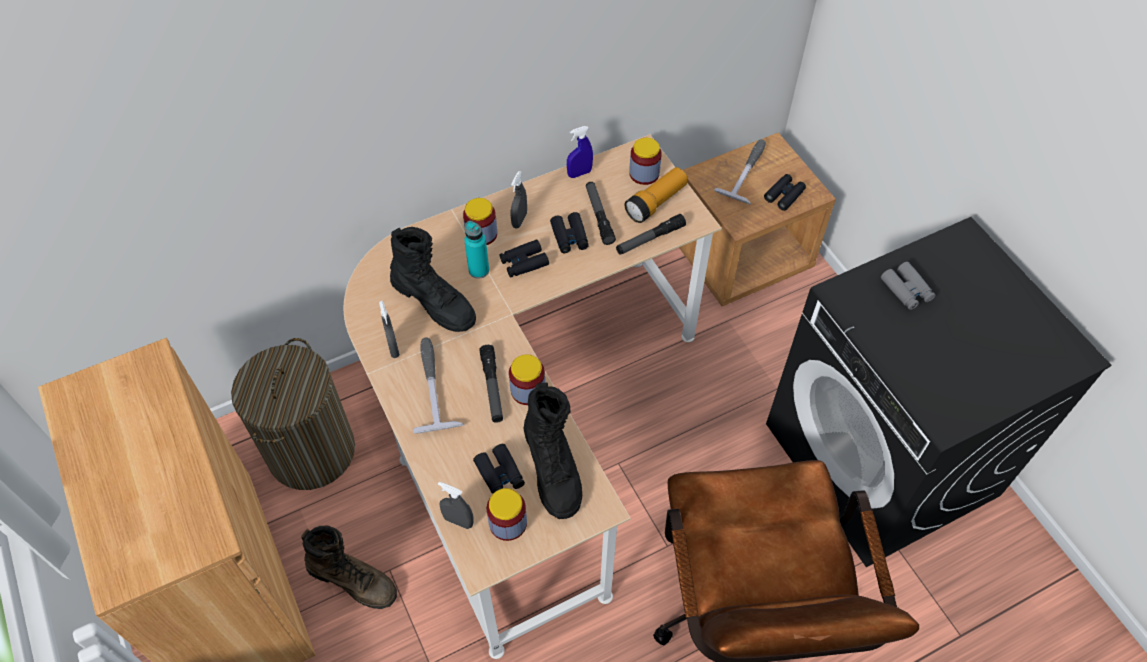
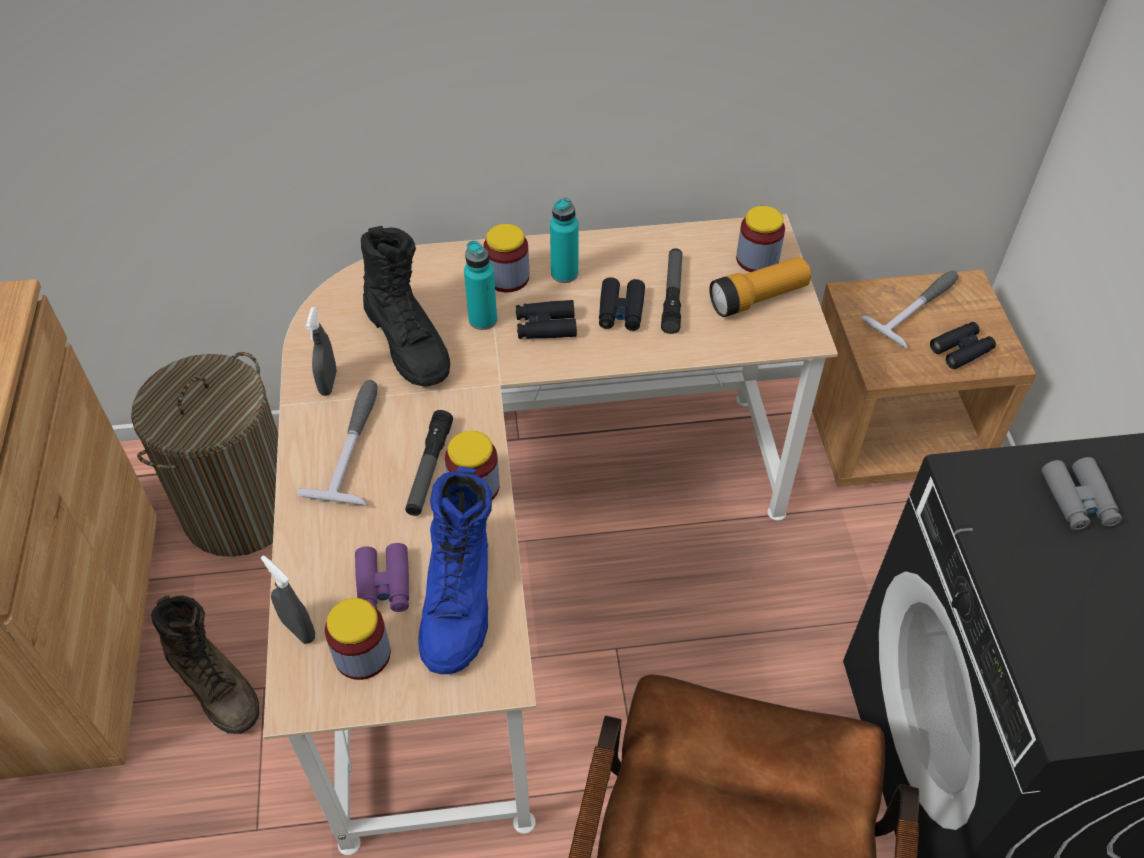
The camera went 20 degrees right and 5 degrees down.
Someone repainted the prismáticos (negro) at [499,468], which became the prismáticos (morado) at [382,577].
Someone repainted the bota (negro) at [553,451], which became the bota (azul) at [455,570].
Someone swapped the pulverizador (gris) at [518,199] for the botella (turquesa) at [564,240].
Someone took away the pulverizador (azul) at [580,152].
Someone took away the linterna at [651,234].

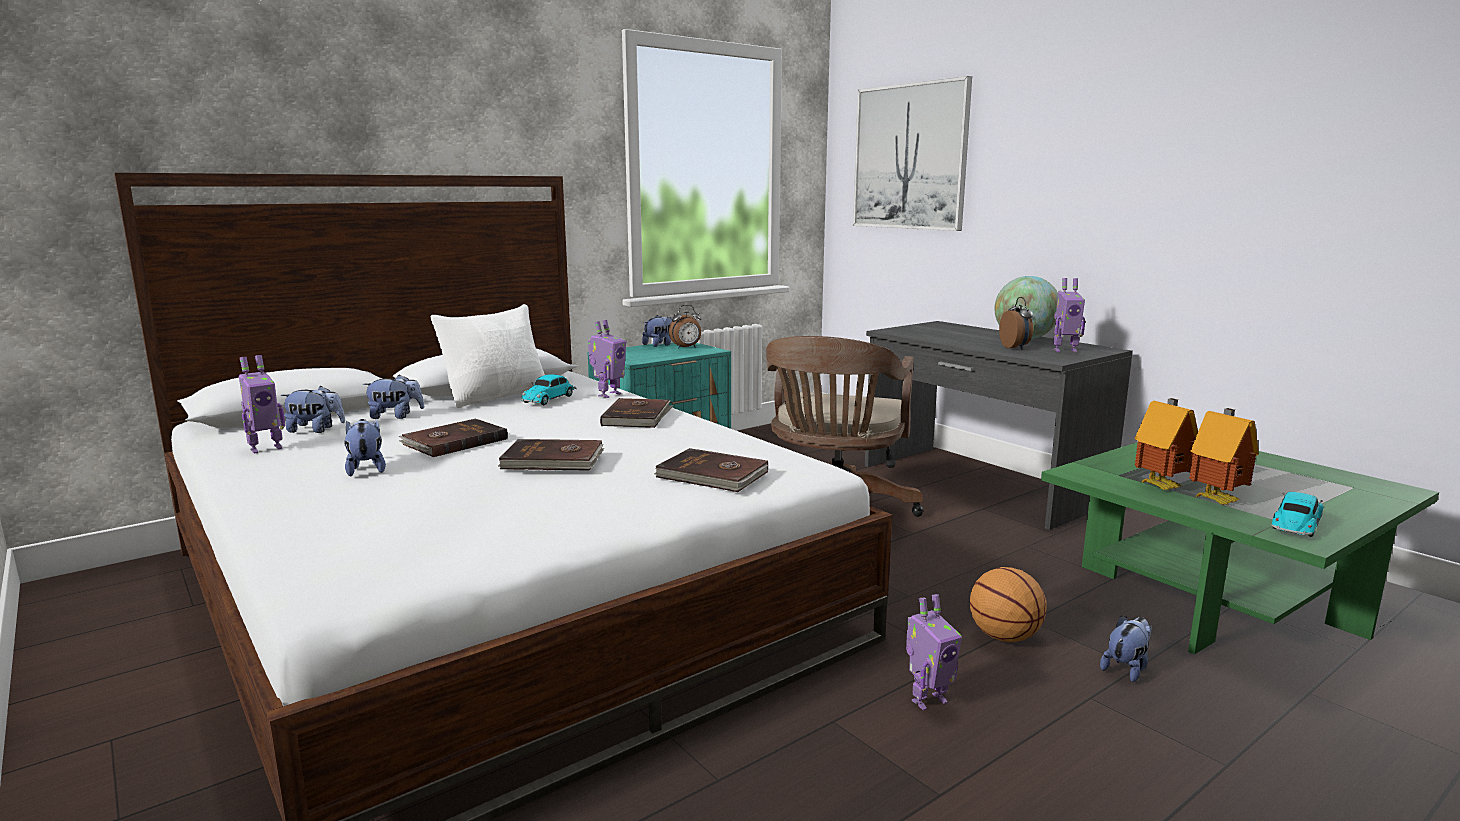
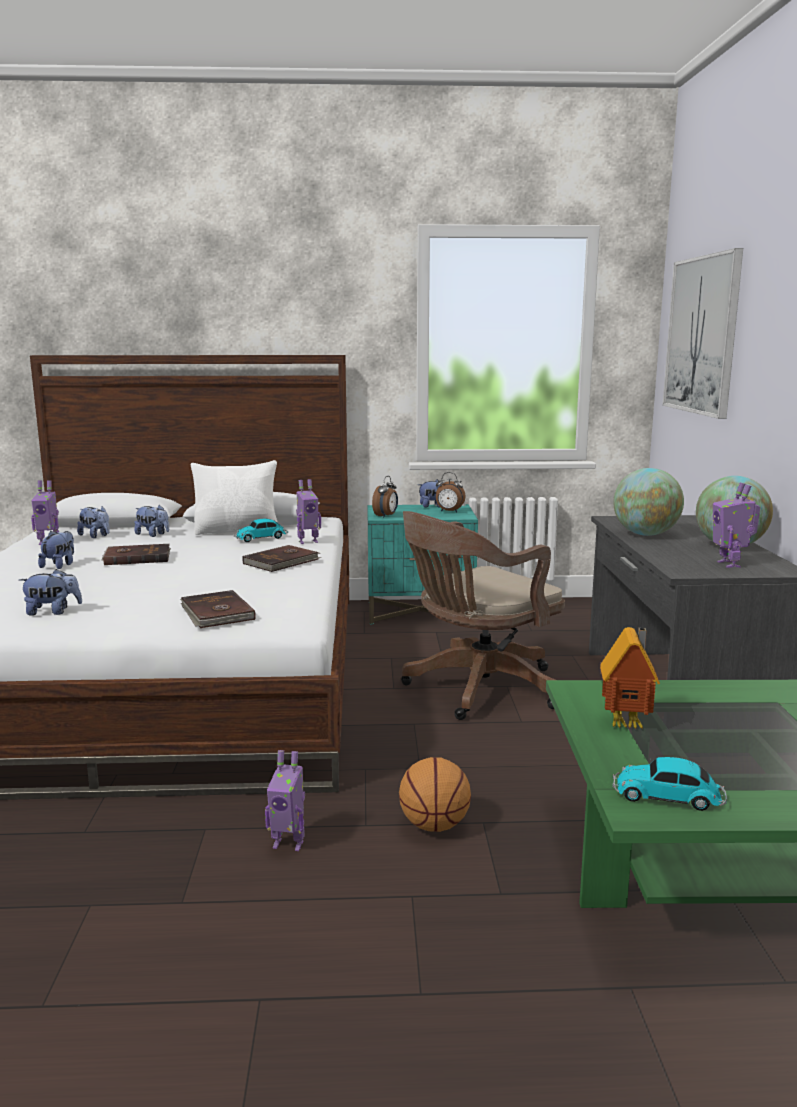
The camera went 35 degrees right and 0 degrees up.
Someone carried the peluche from [1126,649] to [50,592].
Someone carried the despertador from [1016,323] to [385,497].
Someone rotated the coche de juguete at [1297,514] by 150 degrees counterclockwise.
Someone put down the globo terráqueo at [648,502].
Someone rotated the robot de juguete at [1069,315] by 45 degrees clockwise.
Someone took away the libro (marrón) at [551,455].
Someone took away the casita at [1224,456].

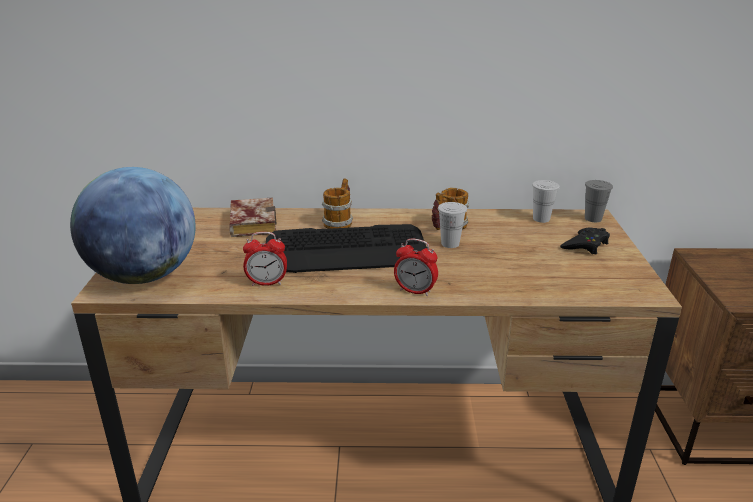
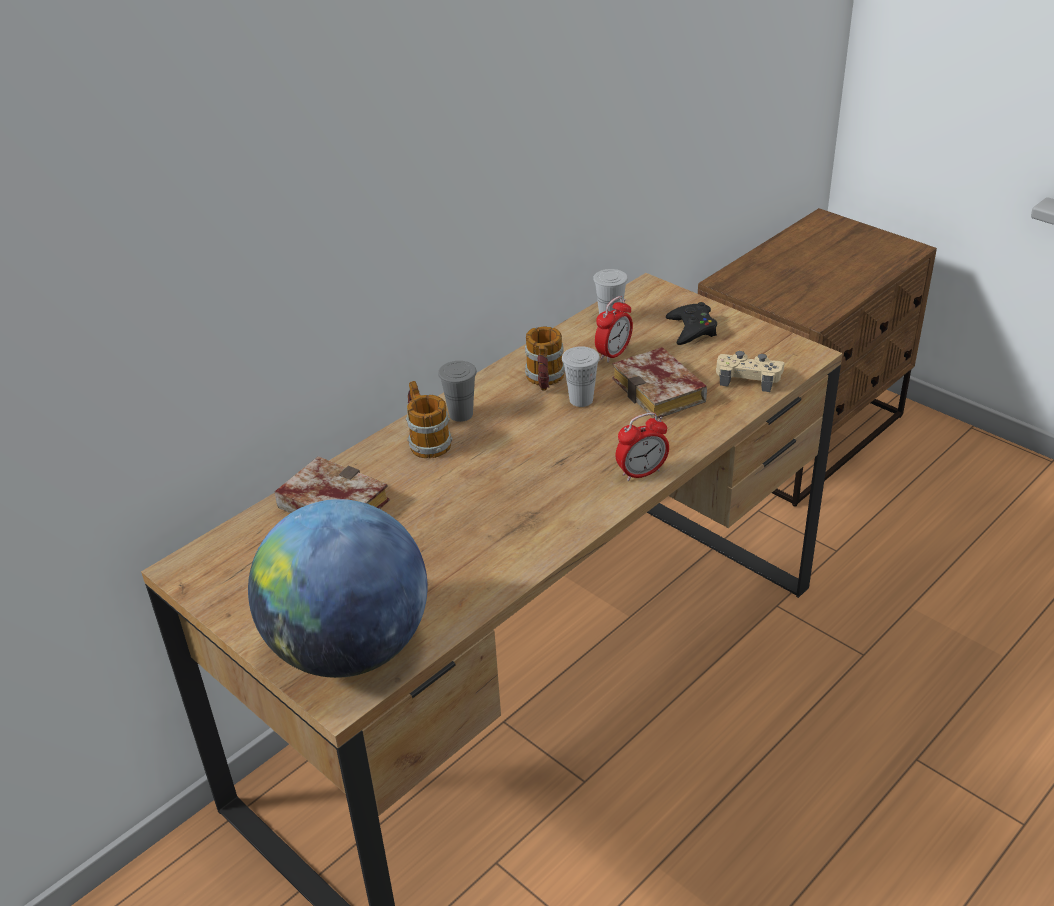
The camera went 45 degrees left and 10 degrees up.
Someone carried the taza (gris) from [599,201] to [457,391].
Someone carried the despertador from [265,259] to [614,329].
Someone put down the libro at [659,383].
Someone put down the mando de consola (beis) at [750,371].
Someone took away the teclado at [347,248].

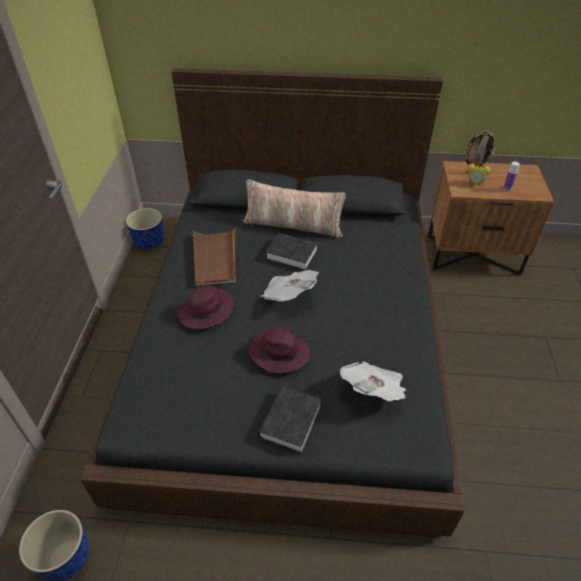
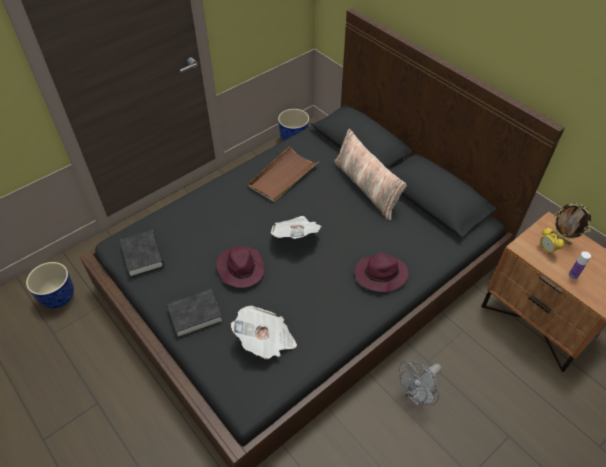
The camera went 45 degrees right and 5 degrees up.
Someone carried the libro (negro) from [292,251] to [142,253].
Someone carried the sombrero (morado) from [206,307] to [381,272].
Someone put down the ventilador (gris) at [420,383].

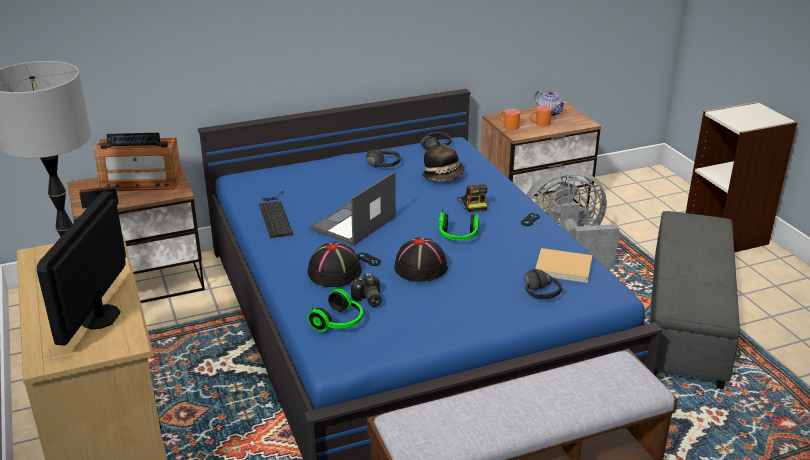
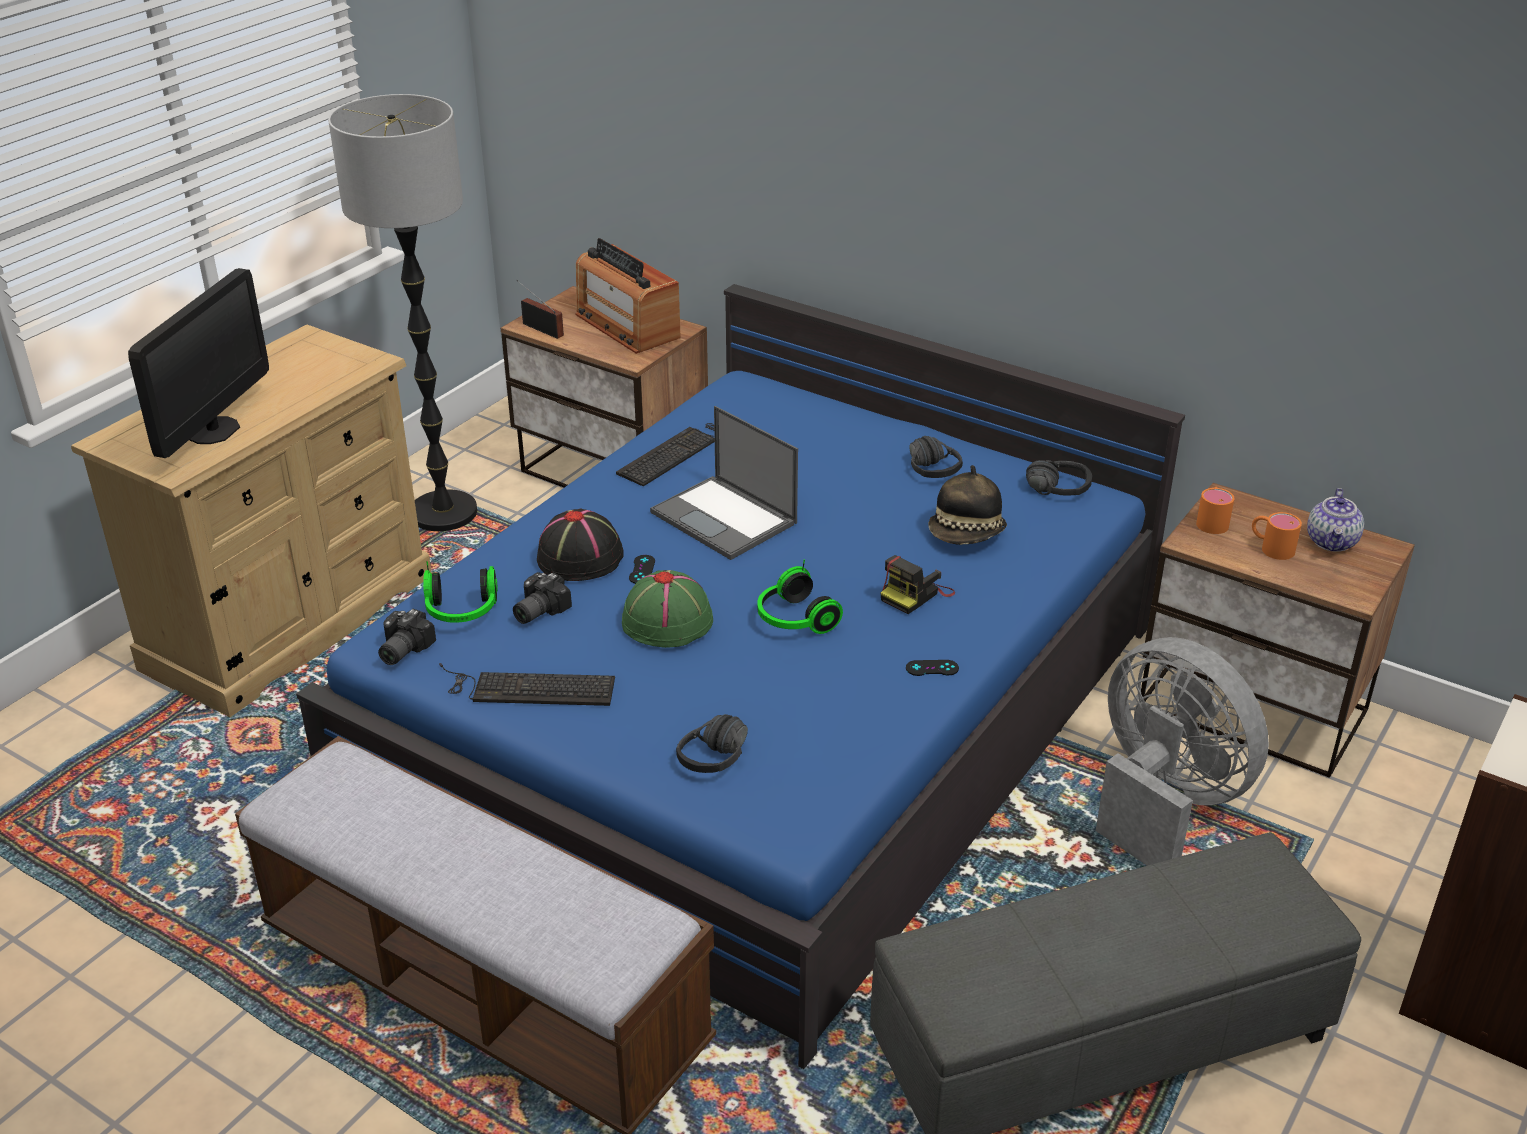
The camera went 55 degrees right and 5 degrees up.
Someone rotated the monitor at [81,268] by 135 degrees clockwise.
Someone put down the cámara at [407,637].
Someone put down the teclado at [527,684].
Someone repainted the sombrero (negro) at [421,259], which became the sombrero (verde) at [667,609].
Someone rotated the portátil at [353,208] by 135 degrees counterclockwise.
Someone took away the libro (beis) at [563,265].

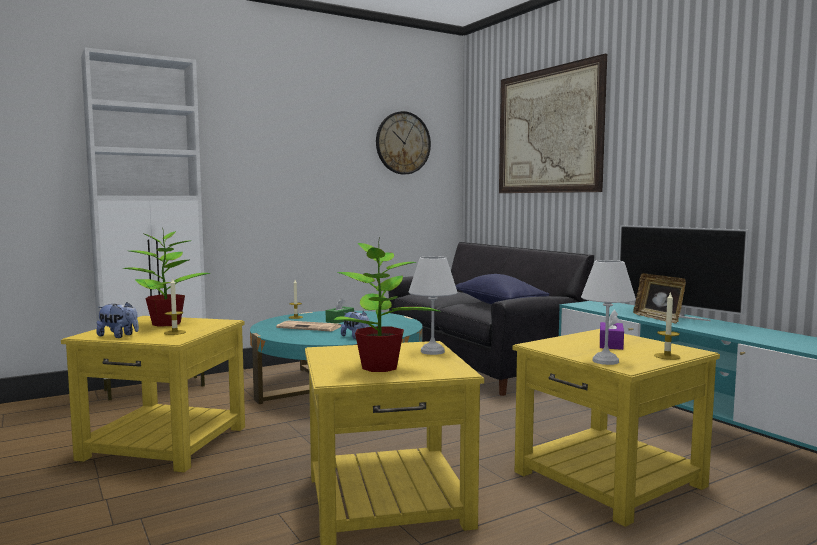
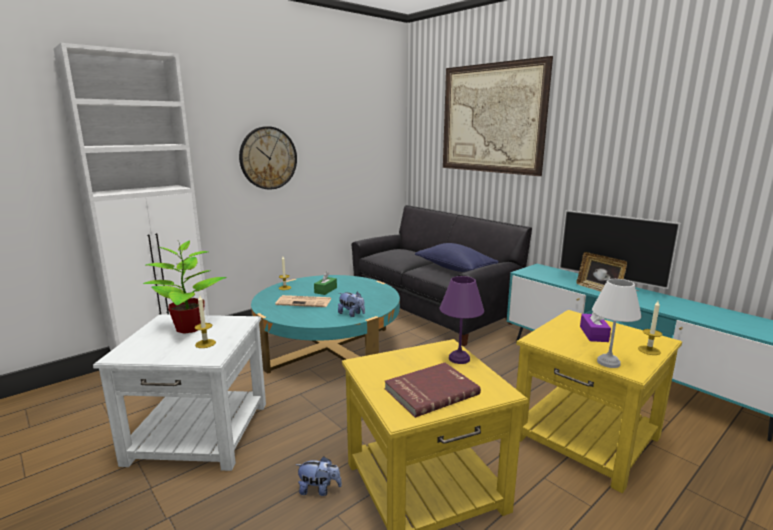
The camera went 10 degrees left and 10 degrees up.
Someone repainted the mesa auxiliar (amarillo) at [153,394], which became the mesa auxiliar (blanco) at [179,392].
Someone carried the reloj de pared from [403,143] to [268,158].
Someone carried the peluche from [117,320] to [319,476].
Someone swapped the planta en maceta at [387,304] for the libro (rojo) at [432,390].
Someone repainted the lámpara de mesa (blanco) at [433,305], which became the lámpara de mesa (morado) at [462,320].

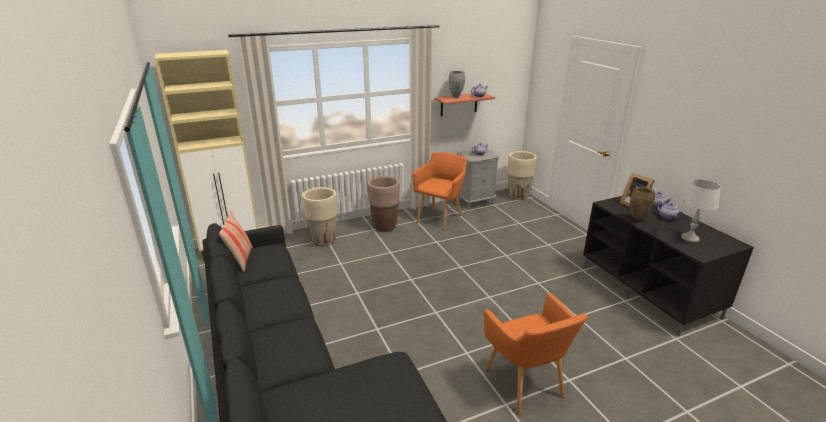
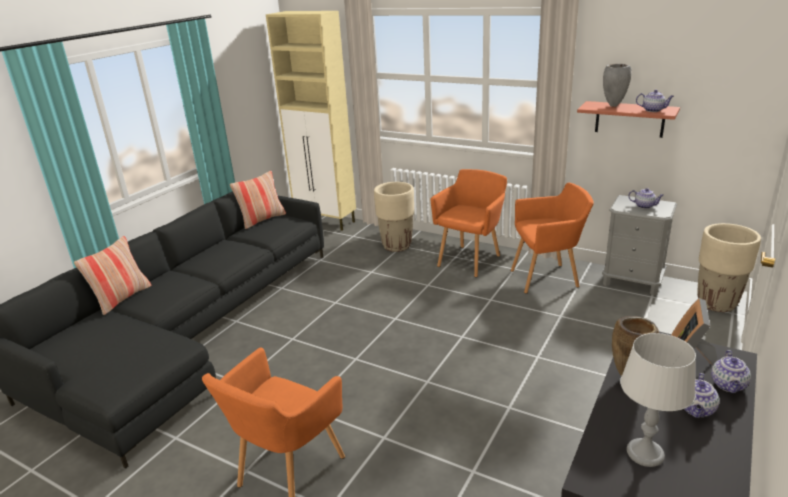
The camera went 55 degrees right and 0 degrees up.
Someone put down the cojín at [112,275].
Someone swapped the maceta (marrón) at [384,204] for the sillón (naranja) at [468,223].

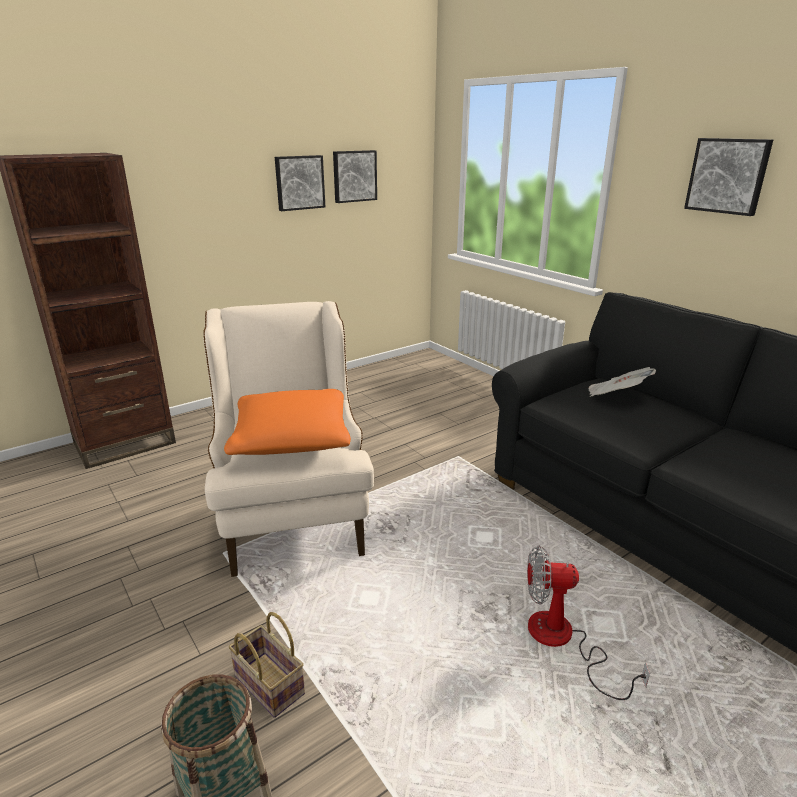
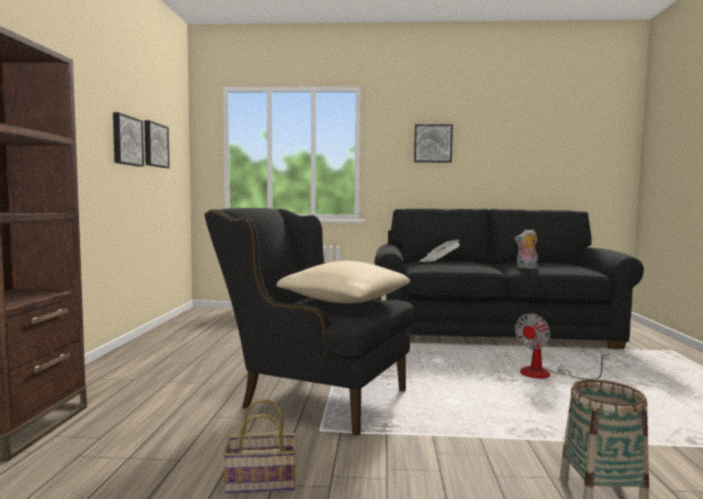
The camera went 50 degrees left and 20 degrees down.
Someone repainted the sillón (beis) at [288,439], which became the sillón (negro) at [308,322].
Someone carried the cesta from [267,665] to [260,446].
Someone repainted the cojín (naranja) at [287,422], which became the cojín (beis) at [343,282].
Someone put down the peluche at [526,249].

